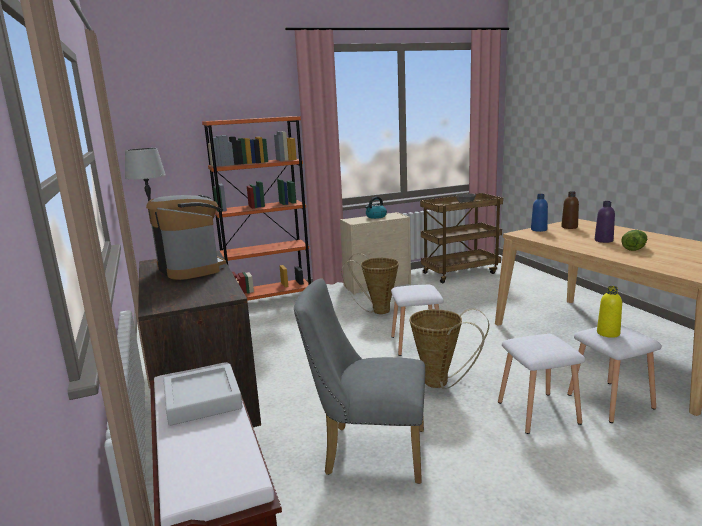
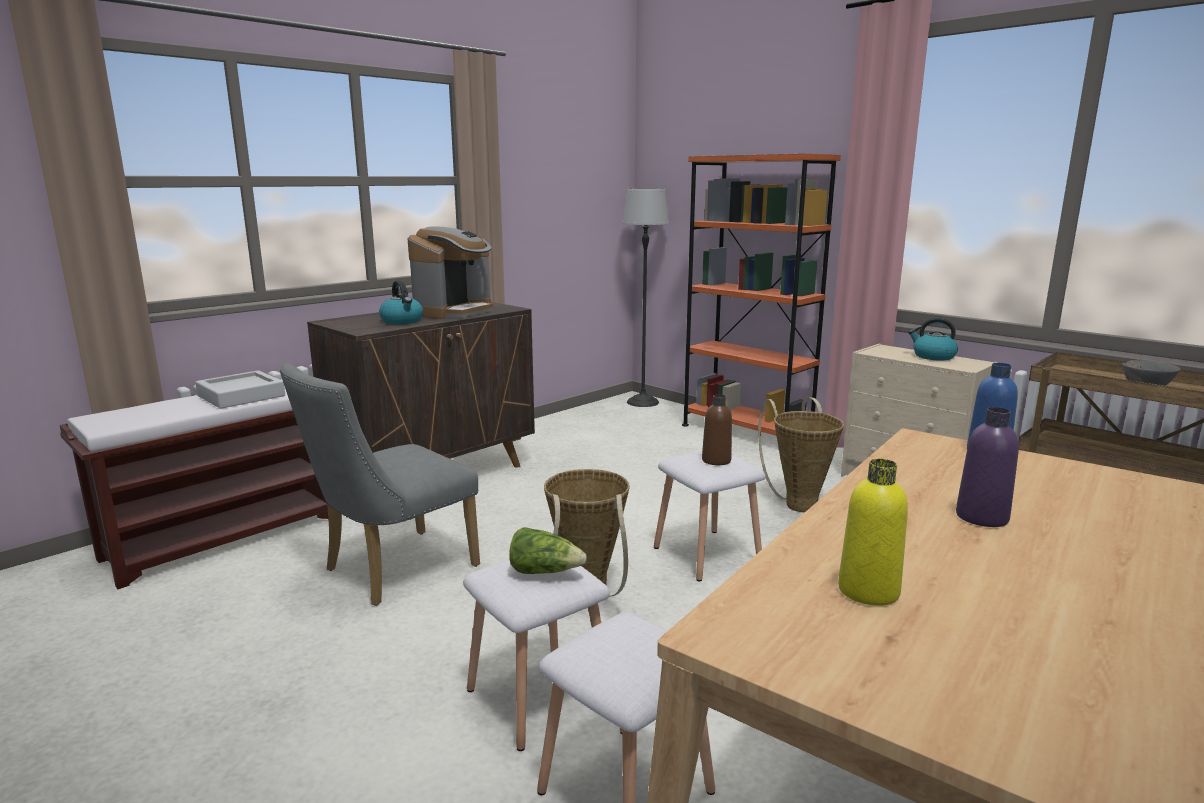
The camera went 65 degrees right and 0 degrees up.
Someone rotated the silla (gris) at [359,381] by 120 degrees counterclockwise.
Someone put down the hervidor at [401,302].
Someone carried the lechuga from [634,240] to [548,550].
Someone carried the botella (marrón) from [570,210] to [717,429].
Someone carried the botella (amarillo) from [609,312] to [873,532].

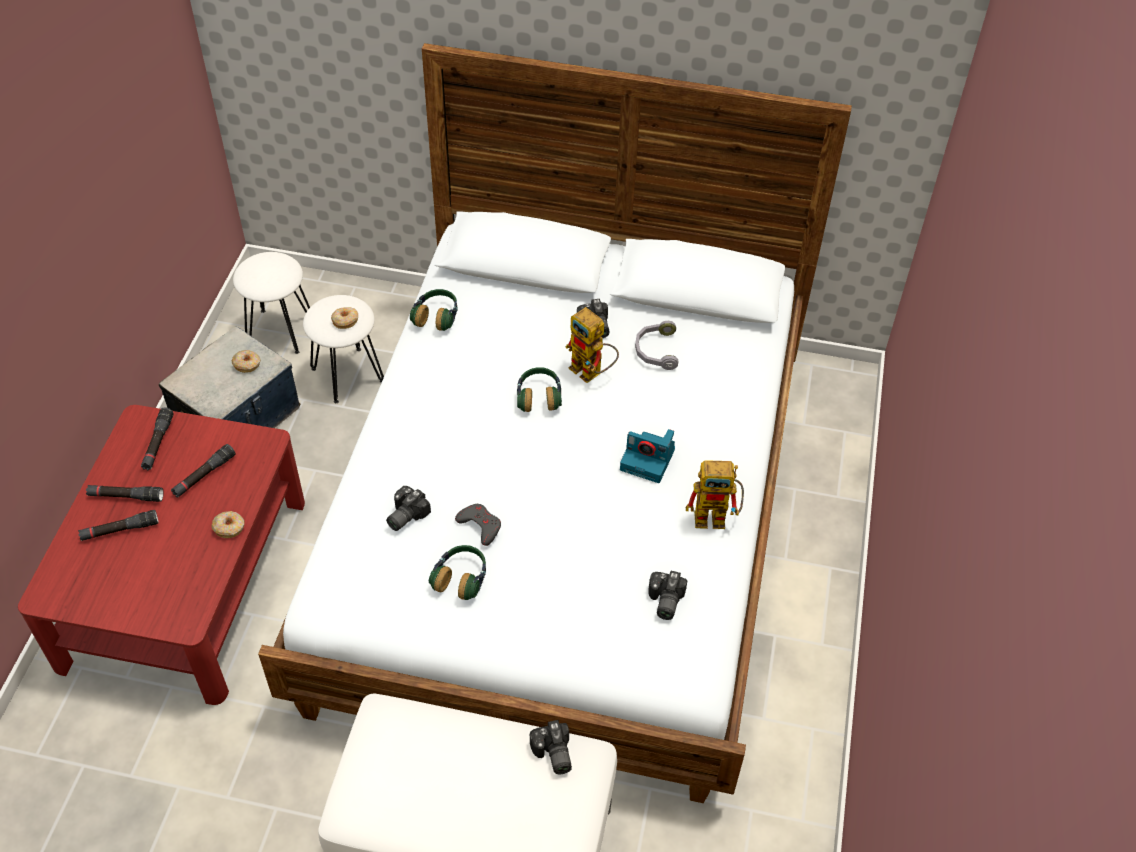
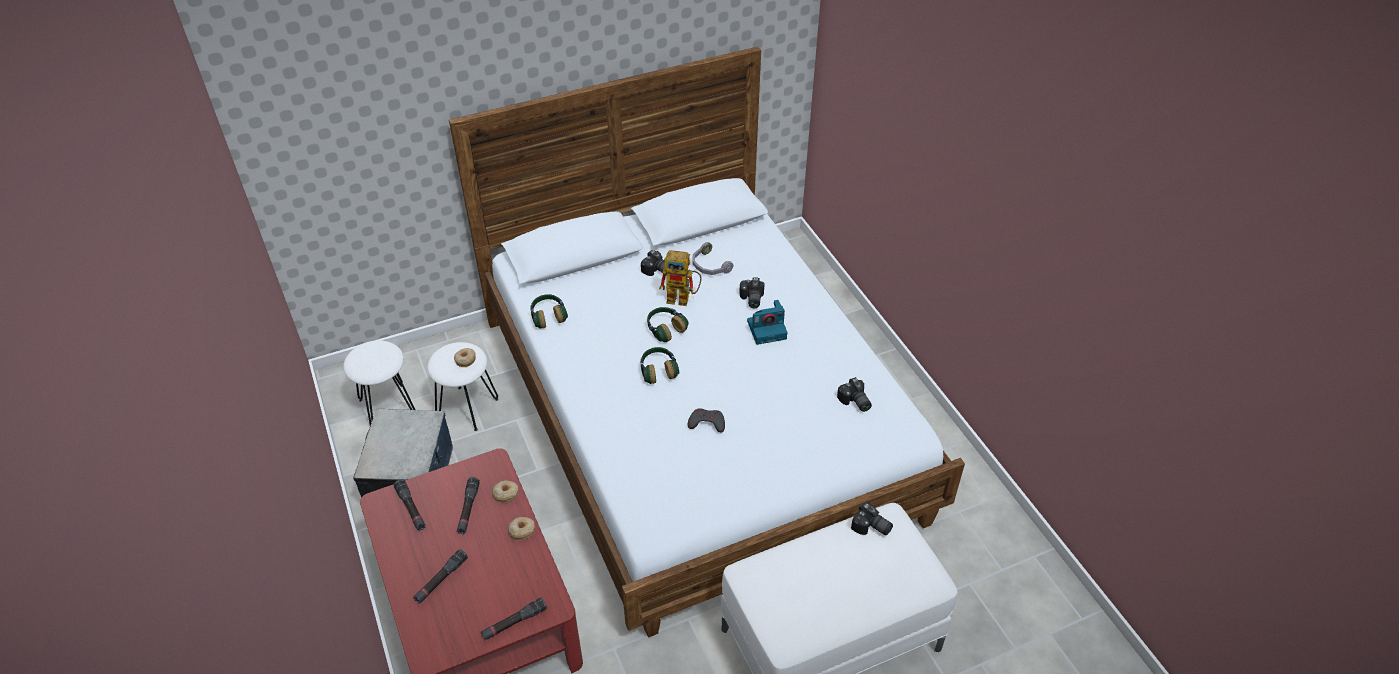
The camera went 35 degrees left and 5 degrees down.
Someone carried the linterna (negro) from [125,493] to [514,618].
Someone carried the rosquilla from [246,361] to [505,491].
Someone carried the auriculares from [457,572] to [660,365].
Someone carried the cámara from [408,508] to [752,292].
Someone took away the robot de juguete at [715,494].

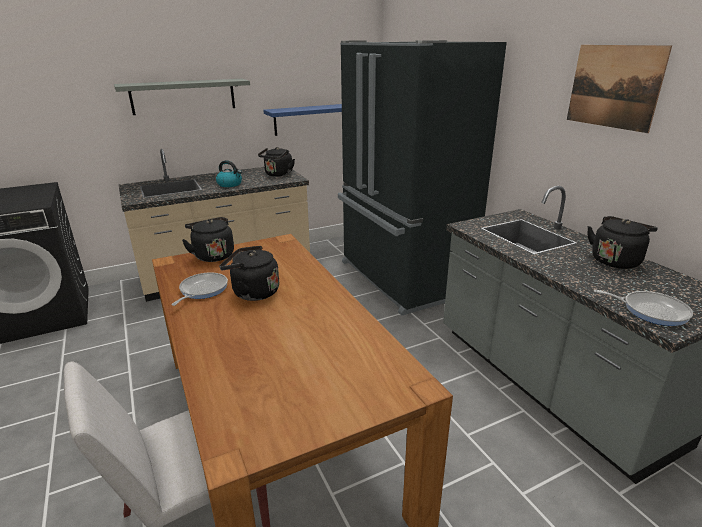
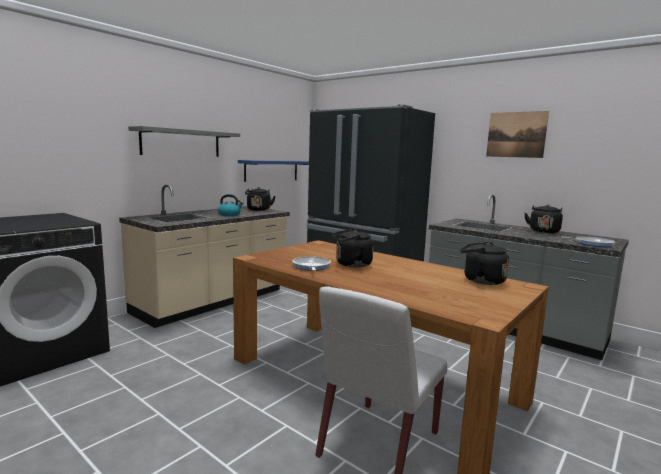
The camera went 25 degrees left and 15 degrees down.
Someone carried the hervidor (negro) from [208,239] to [484,263].

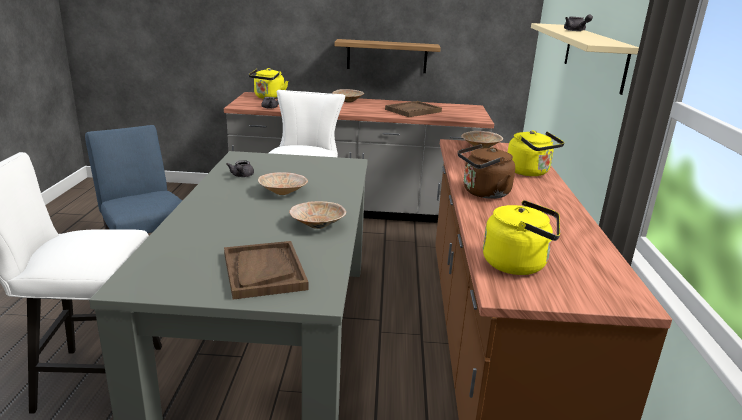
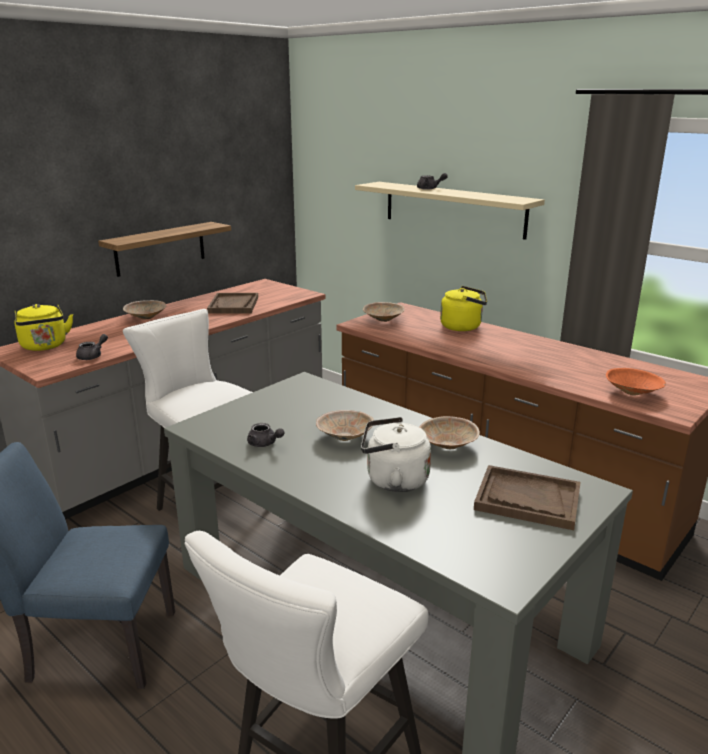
The camera went 50 degrees left and 0 degrees up.
Someone put down the hervidor (blanco) at [396,454].
Someone swapped the hervidor (amarillo) at [521,237] for the cuenco (naranja) at [636,381].
Someone took away the hervidor (marrón) at [486,171].

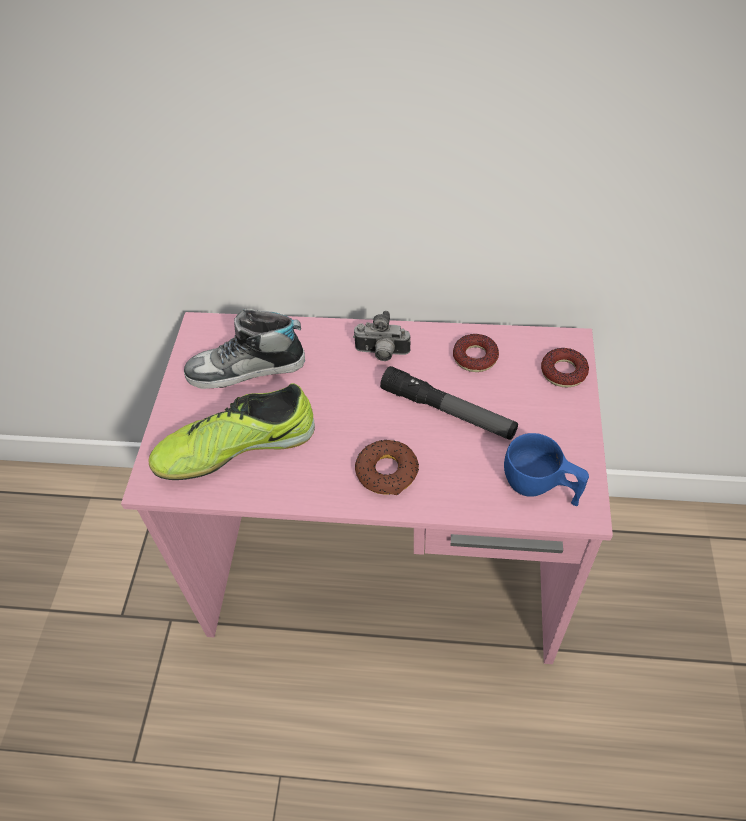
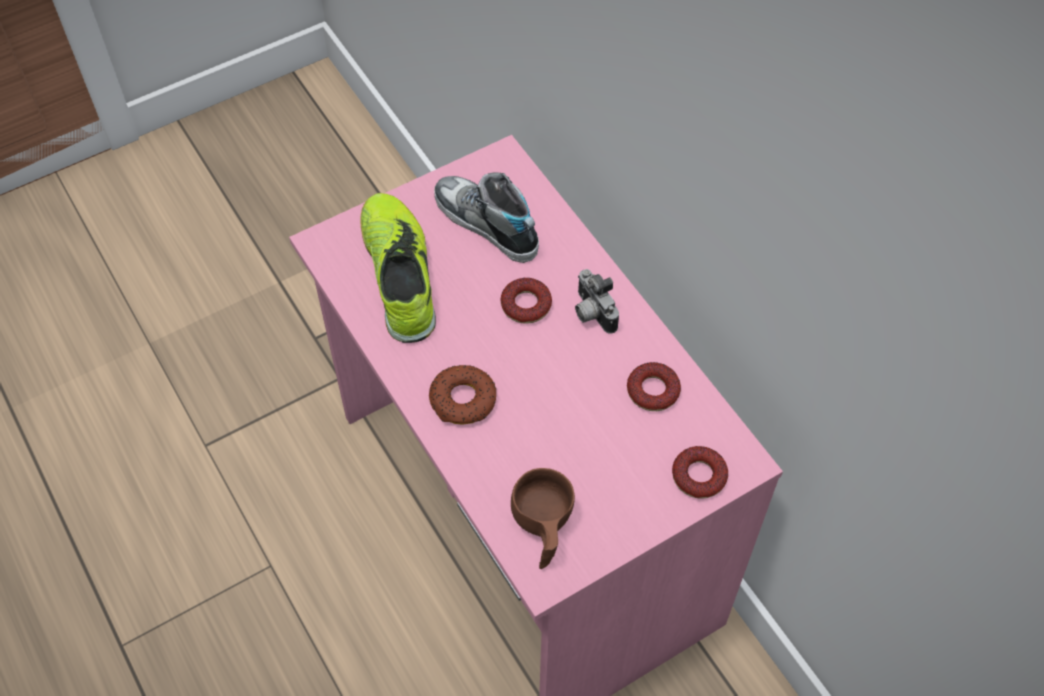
The camera went 50 degrees right and 5 degrees up.
Someone rotated the zapato at [232,431] by 45 degrees clockwise.
Someone put down the rosquilla at [526,301].
Someone repainted the taza (azul) at [546,469], which became the taza (marrón) at [543,518].
Someone took away the linterna at [449,403].

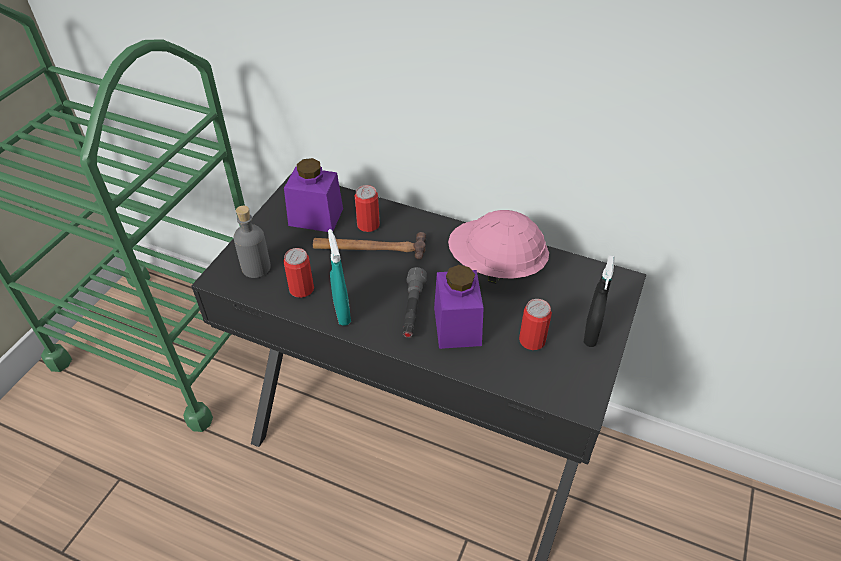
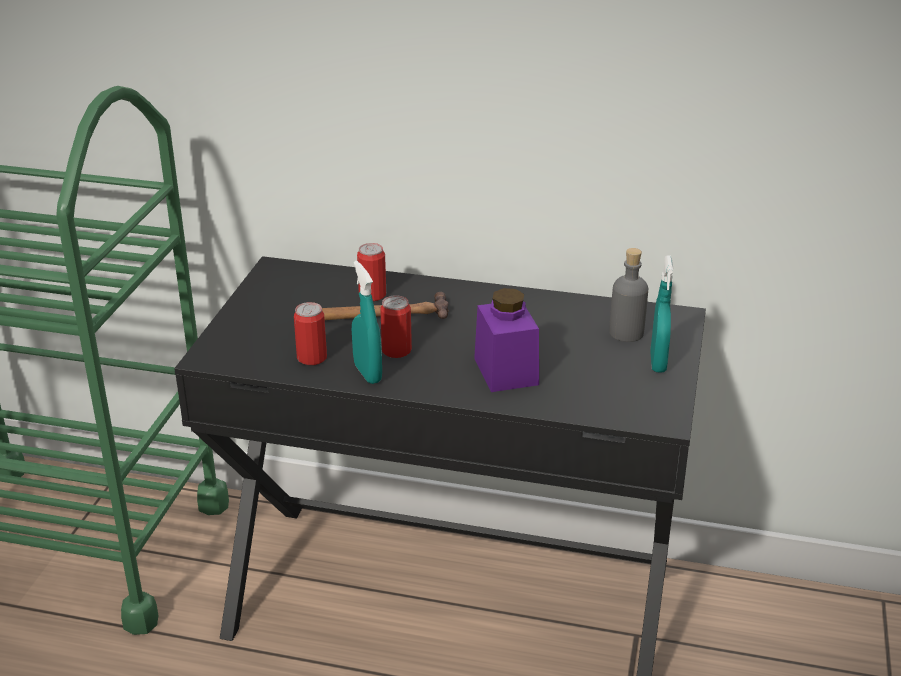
The camera went 10 degrees left and 15 degrees down.
Someone carried the lata from [535,324] to [396,326].
Someone carried the botella (gris) from [252,242] to [628,295].
Someone repainted the pulverizador (negro) at [599,301], which became the pulverizador (turquesa) at [661,314].
Someone took away the tarro (morado) at [313,195].
Someone took away the linterna (gris) at [414,302].
Someone took away the casco (rosa) at [498,247].

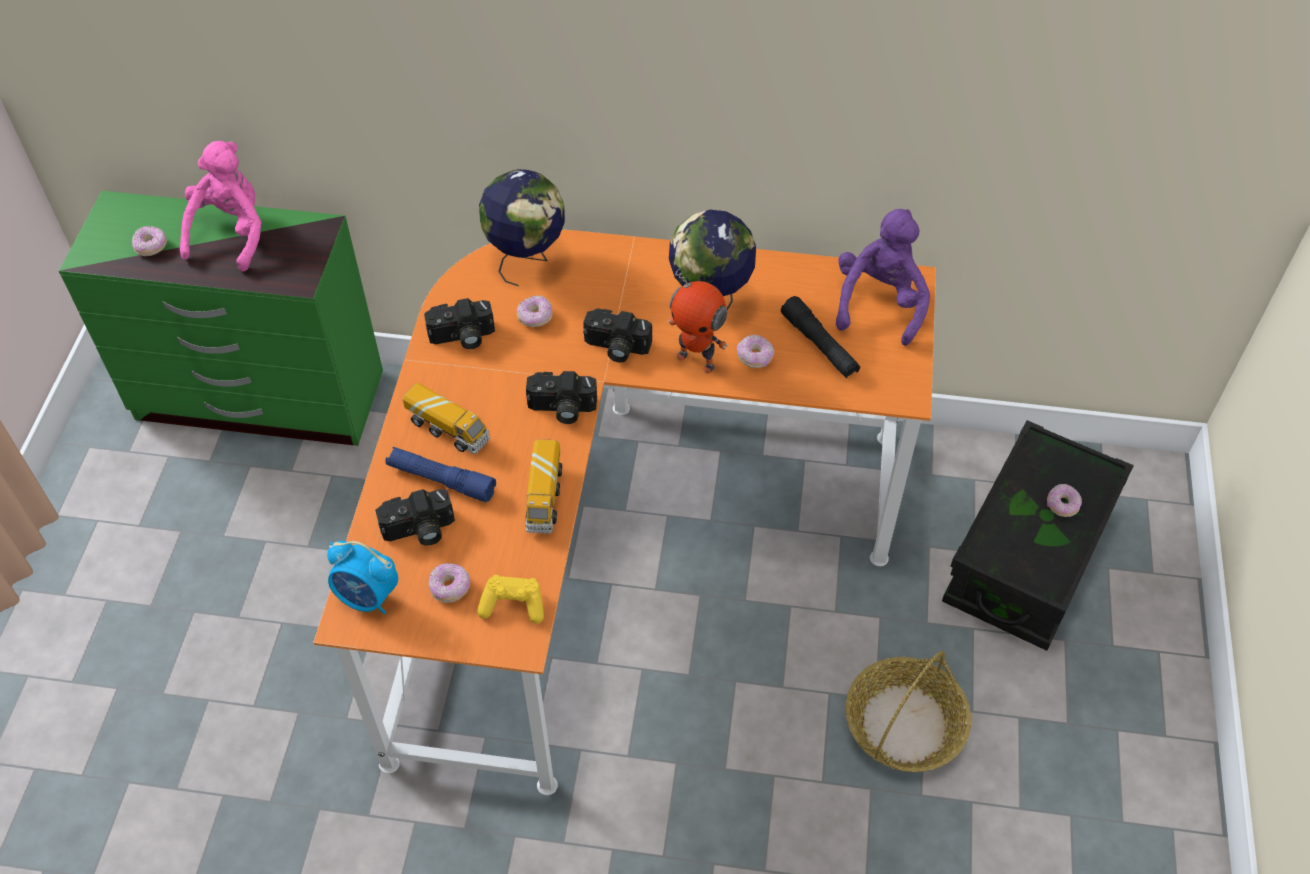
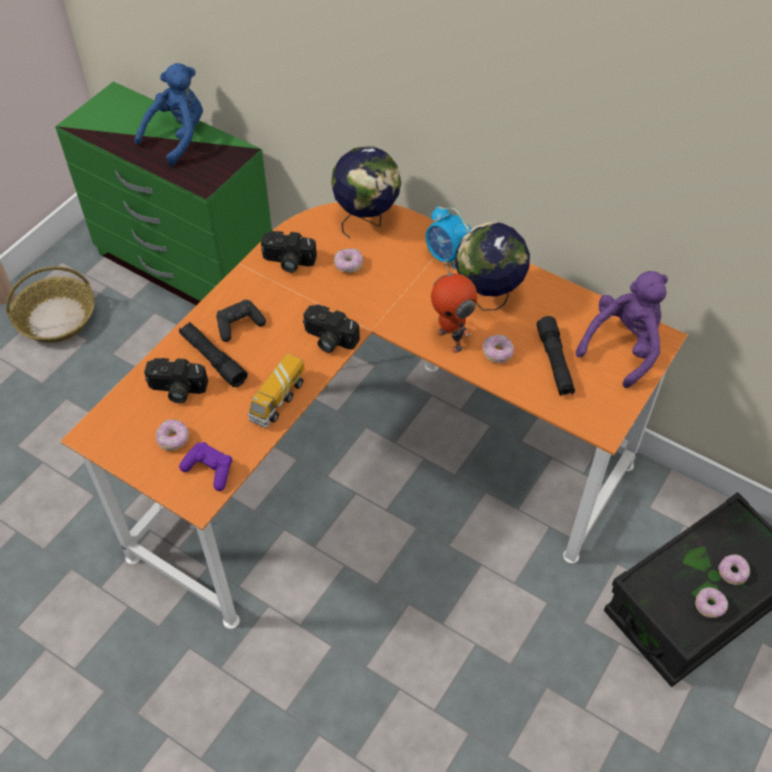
The camera went 25 degrees right and 0 degrees up.
Someone carried the cesta from [908,711] to [50,304].
Someone repainted the peluche (rosa) at [221,206], which became the peluche (azul) at [168,114].
Someone repainted the linterna (azul) at [440,474], which became the linterna (negro) at [213,354].
Someone repainted the mando de consola (amarillo) at [510,599], which became the mando de consola (morado) at [205,466].
Someone swapped the camión de juguete at [446,418] for the mando de consola (negro) at [241,321].
Someone carried the despertador from [362,577] to [449,237].
Someone carried the rosquilla from [149,241] to [711,602].
Someone took away the cámara at [617,336].

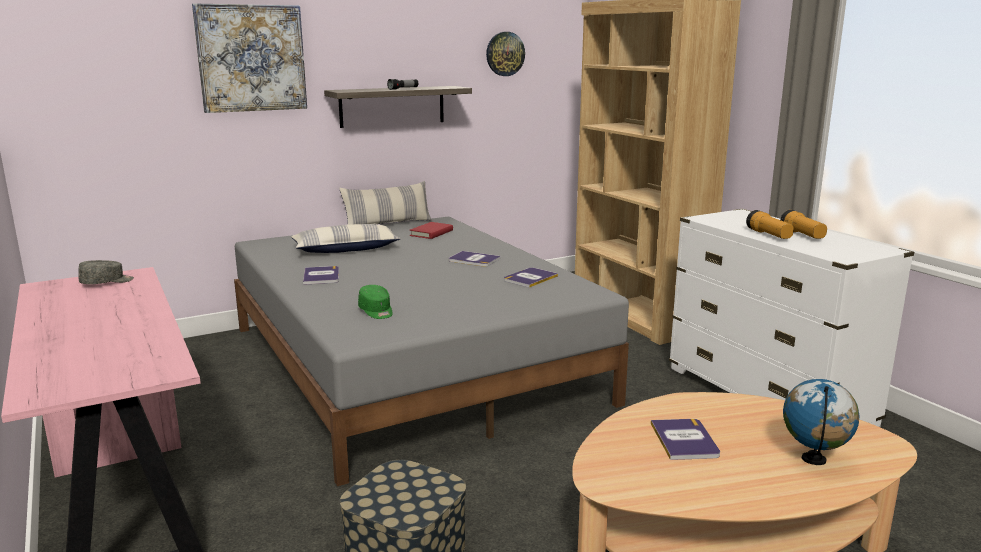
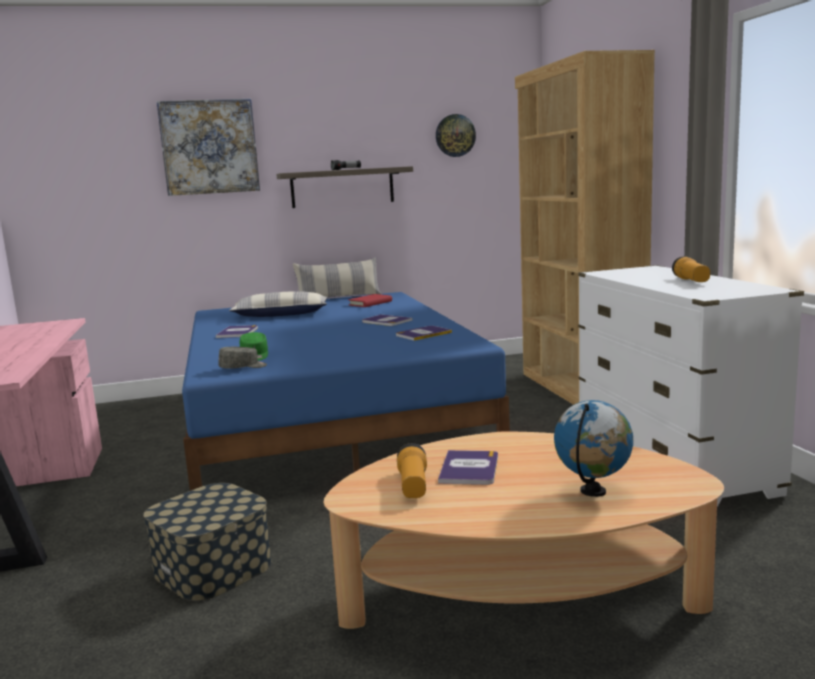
The camera went 15 degrees right and 5 degrees down.
Someone repainted the cama (gris) at [431,351], which became the cama (azul) at [346,391].
Someone carried the gorra (gris) from [106,272] to [242,358].
Someone carried the linterna from [770,224] to [412,470].

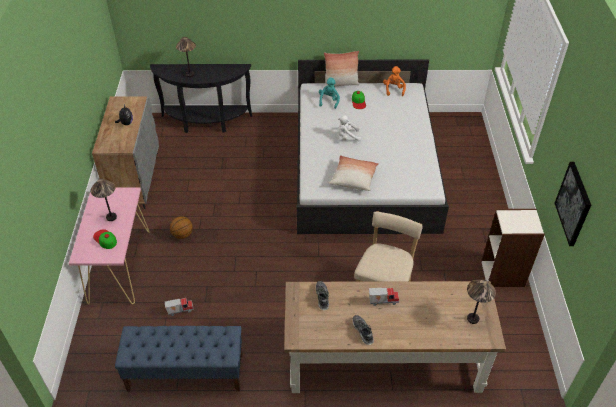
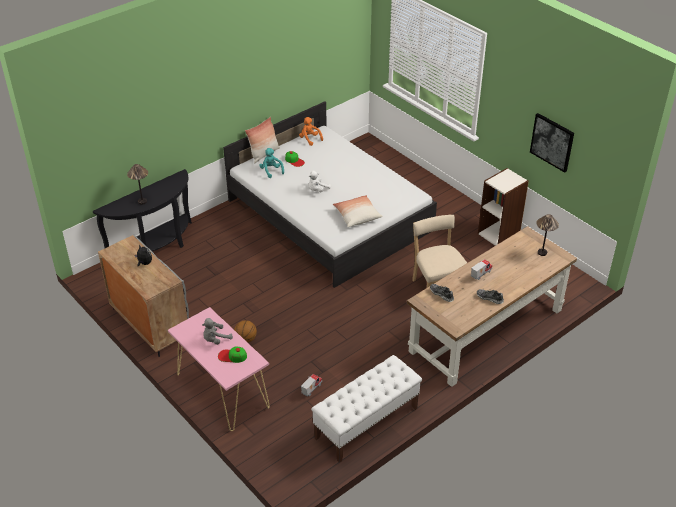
The camera went 40 degrees left and 5 degrees down.
Someone swapped the lámpara de mesa at [104,200] for the peluche (gris) at [217,331].
Someone repainted the banco (azul) at [179,359], which became the banco (blanco) at [366,409].

